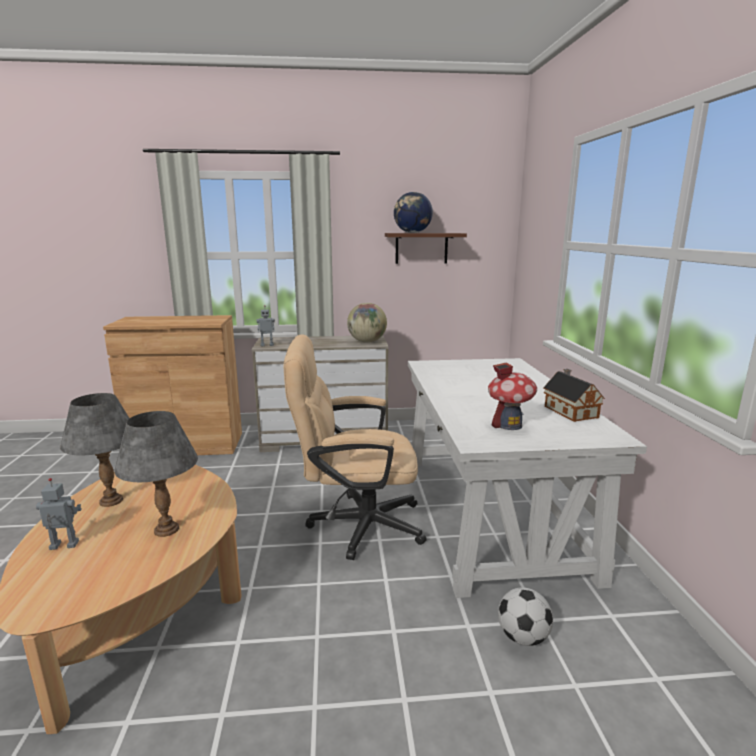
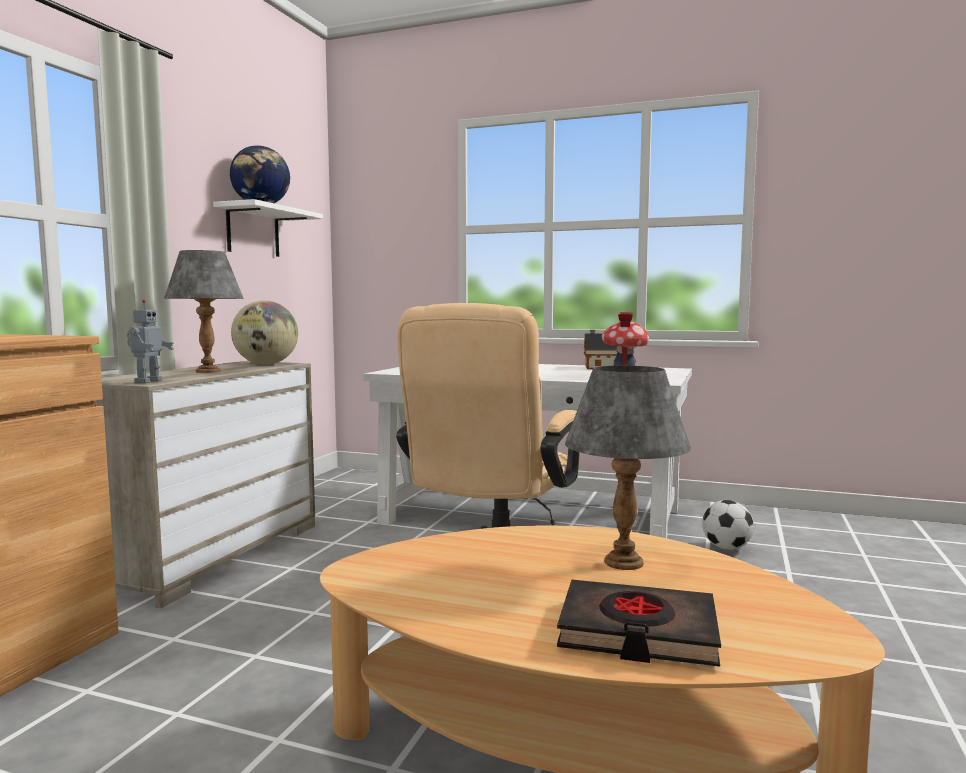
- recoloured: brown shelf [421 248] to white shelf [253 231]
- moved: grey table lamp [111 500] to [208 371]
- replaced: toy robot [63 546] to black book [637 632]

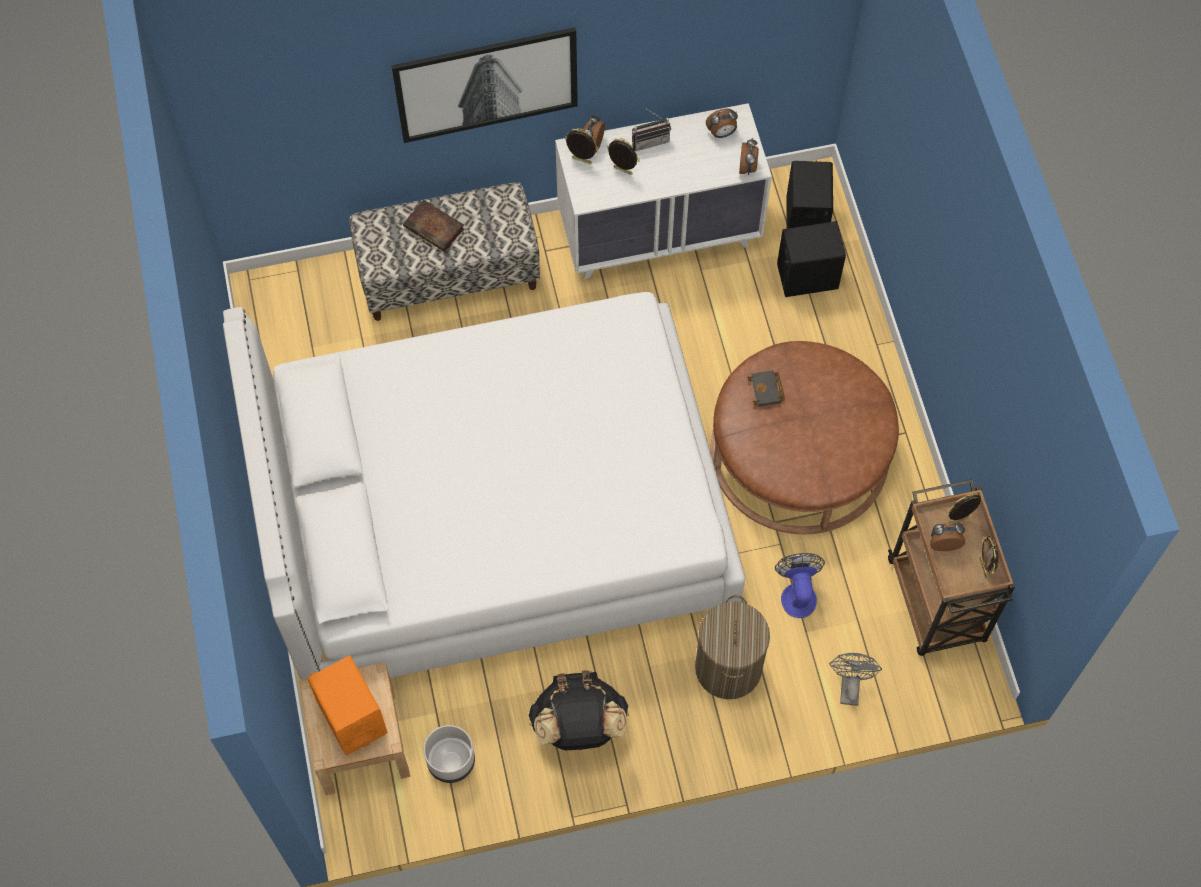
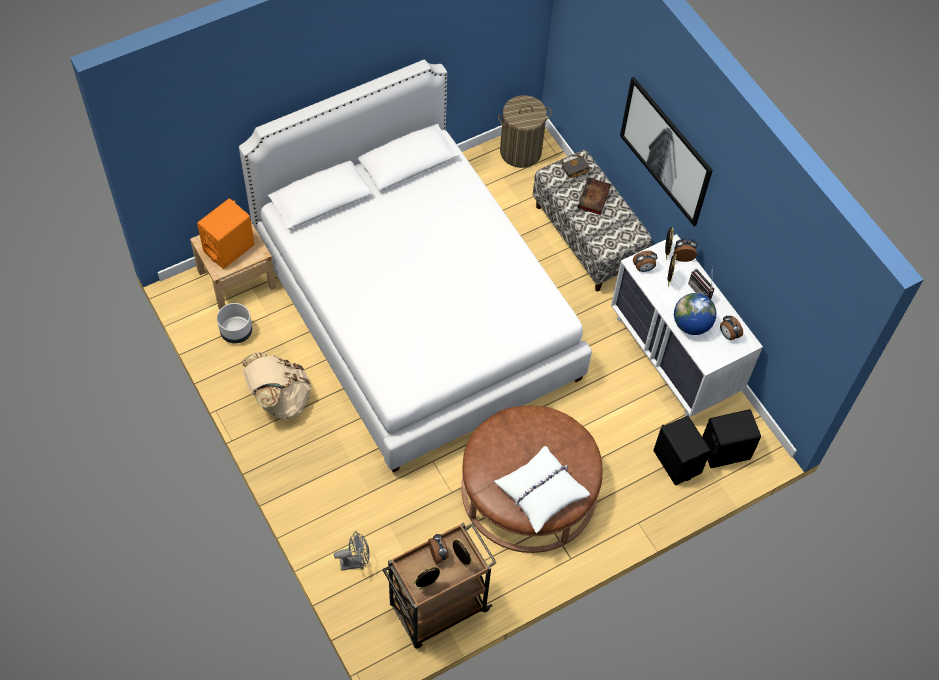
- moved: alarm clock [748 167] to [643 268]
- moved: black book [767 391] to [575 169]
- removed: fan [797 593]
- moved: laundry basket [728 668] to [520 151]
- recoloured: black backpack [579 726] to beige backpack [279 399]
- added: globe [691 324]
- added: white pillow [541 491]

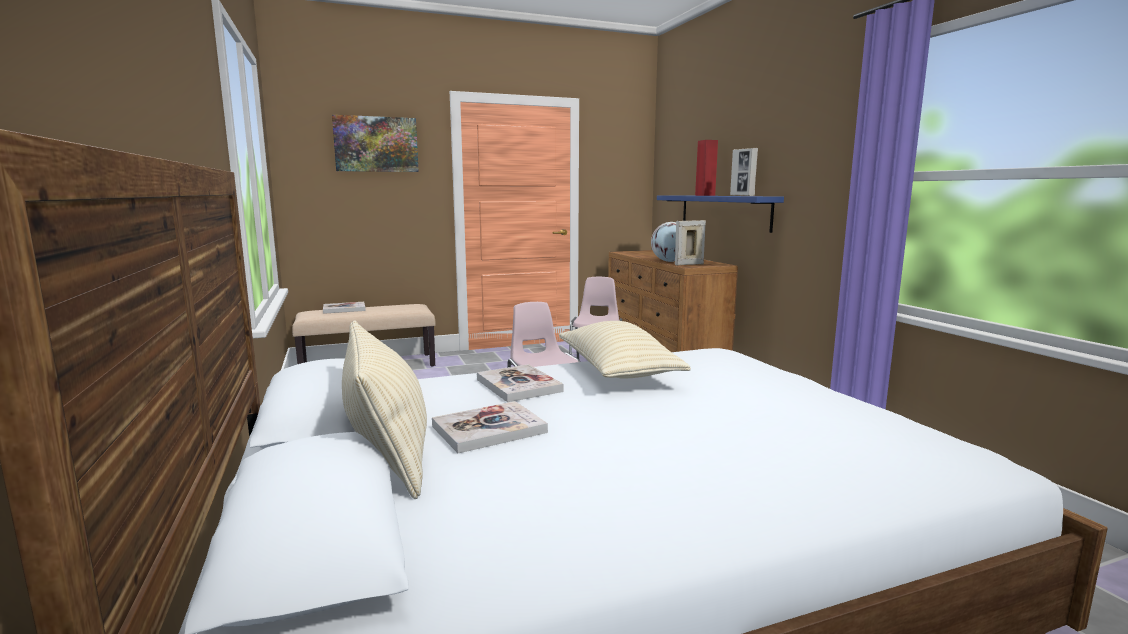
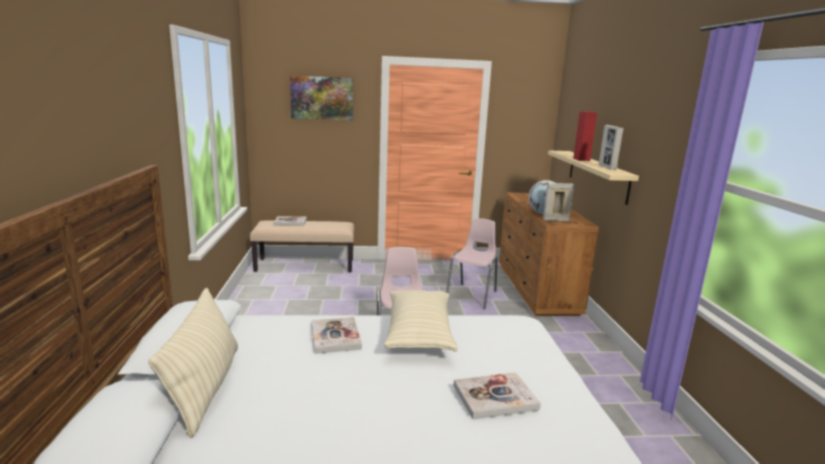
- recoloured: blue shelf [723 212] to beige shelf [597 175]
- moved: book [489 429] to [495 397]

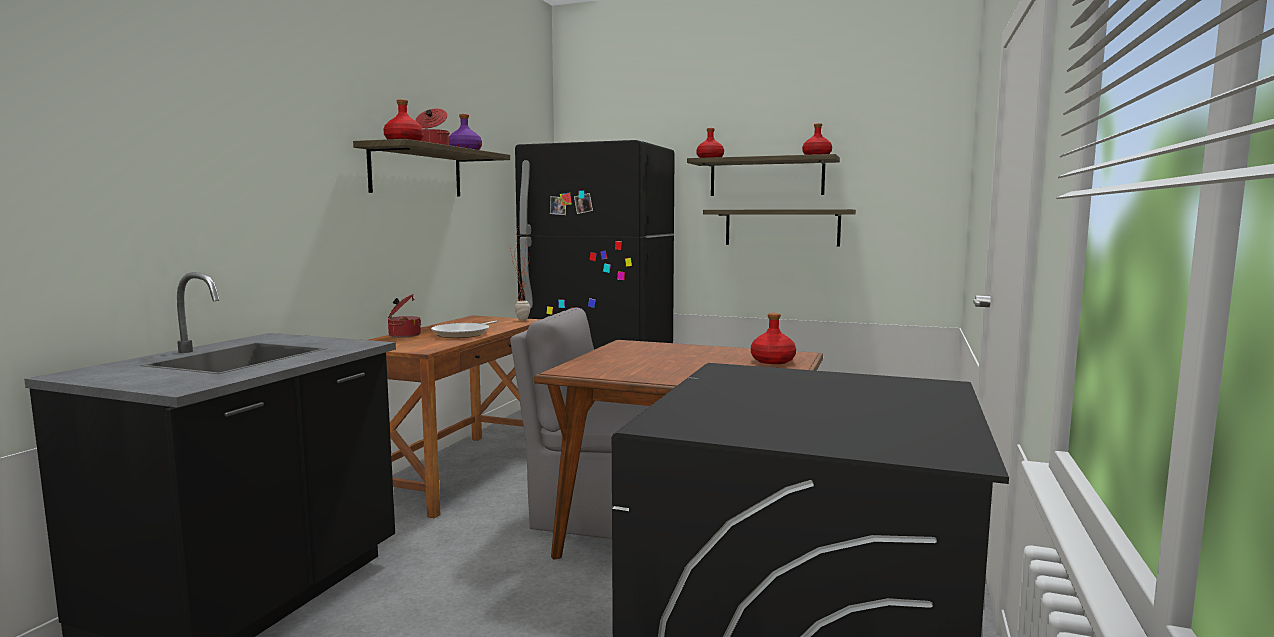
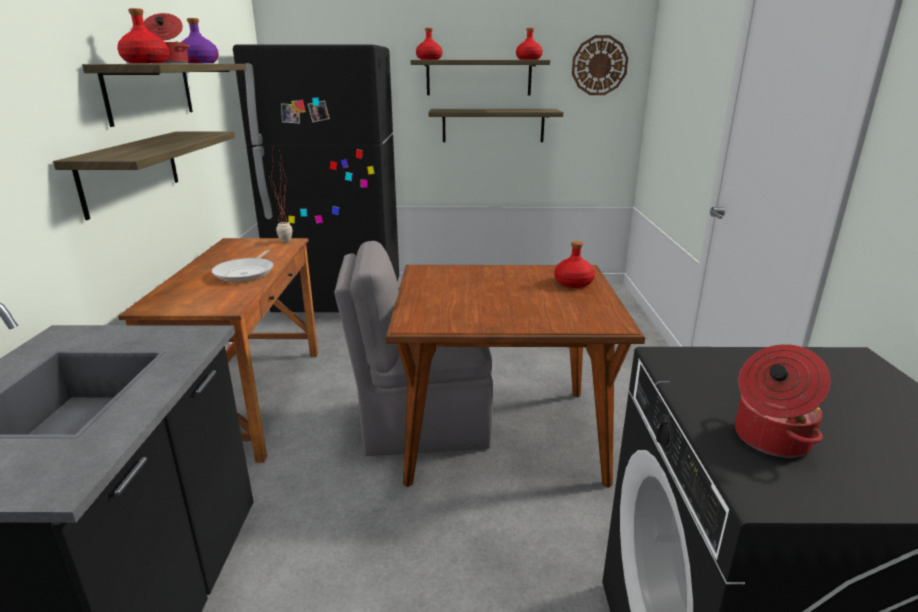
- moved: cooking pot [403 335] to [769 438]
- added: wall clock [599 65]
- added: shelf [131 171]

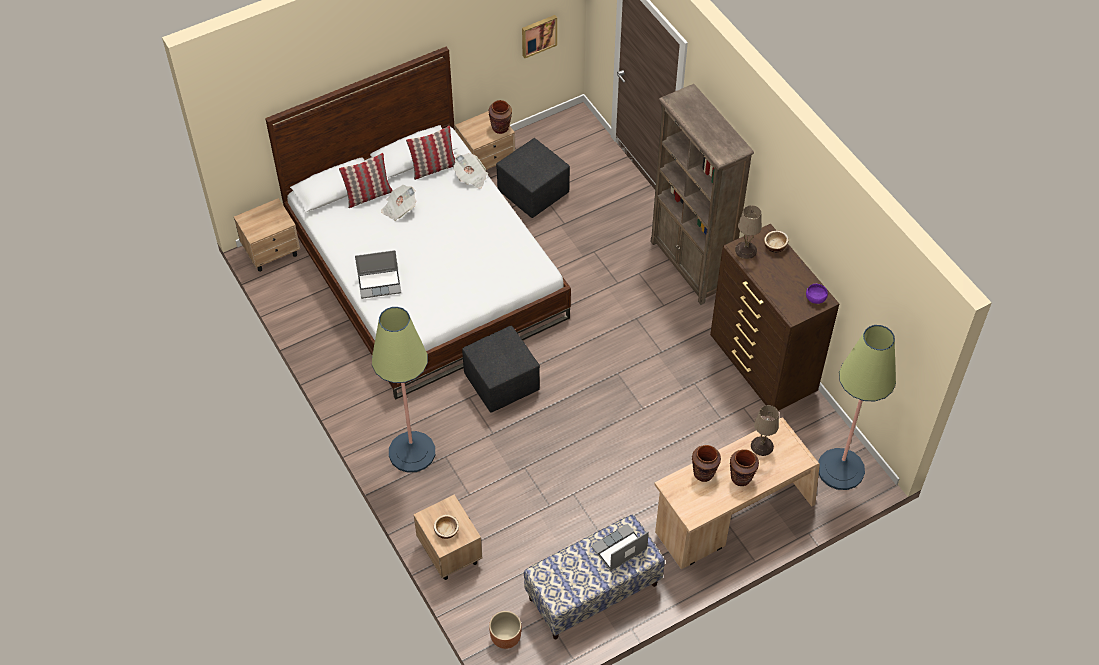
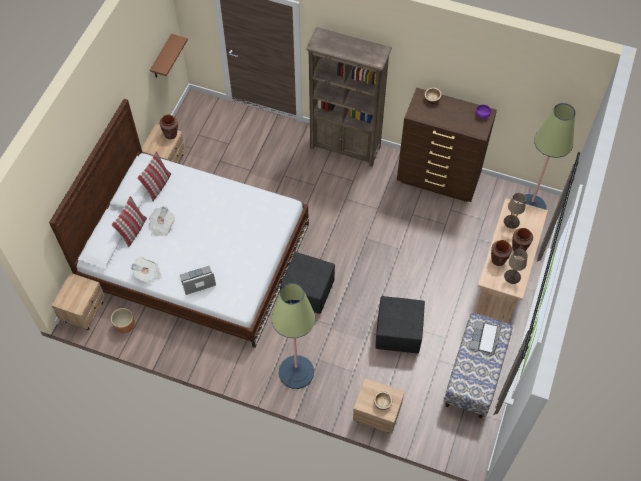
- replaced: picture [538 35] to brown shelf [162 58]
- moved: black ottoman [533 194] to [399 334]
- moved: newspaper [471 177] to [148 274]
- moved: beige table lamp [745 249] to [512 276]
- turned: laptop [380 283] = [197 281] 150 degrees counterclockwise
- moved: brown planter [506 637] to [125 325]

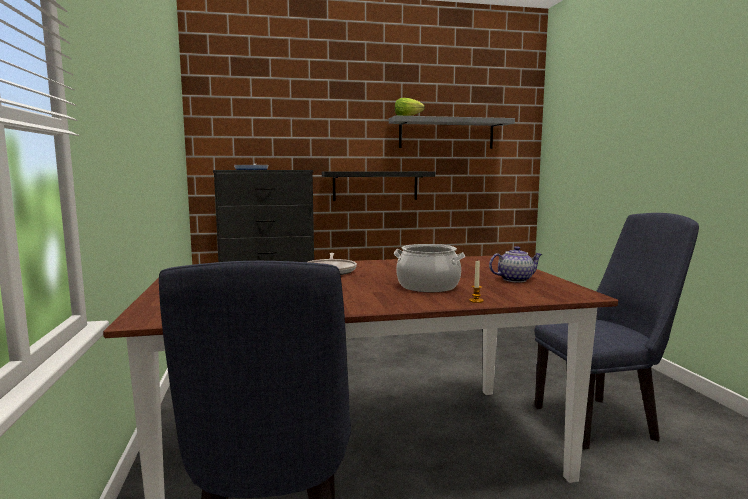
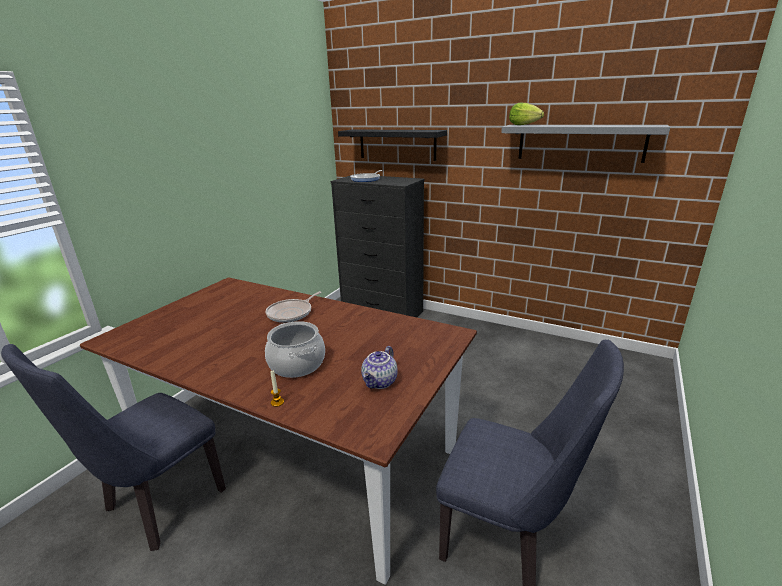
- moved: black shelf [375 185] to [397 144]
- turned: teapot [515 279] = [380 382] 90 degrees clockwise

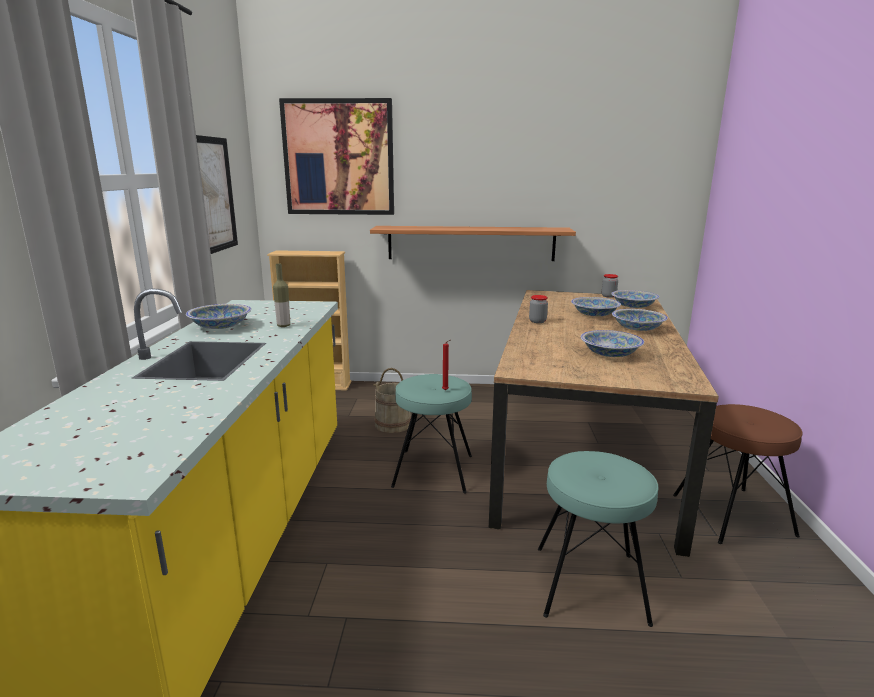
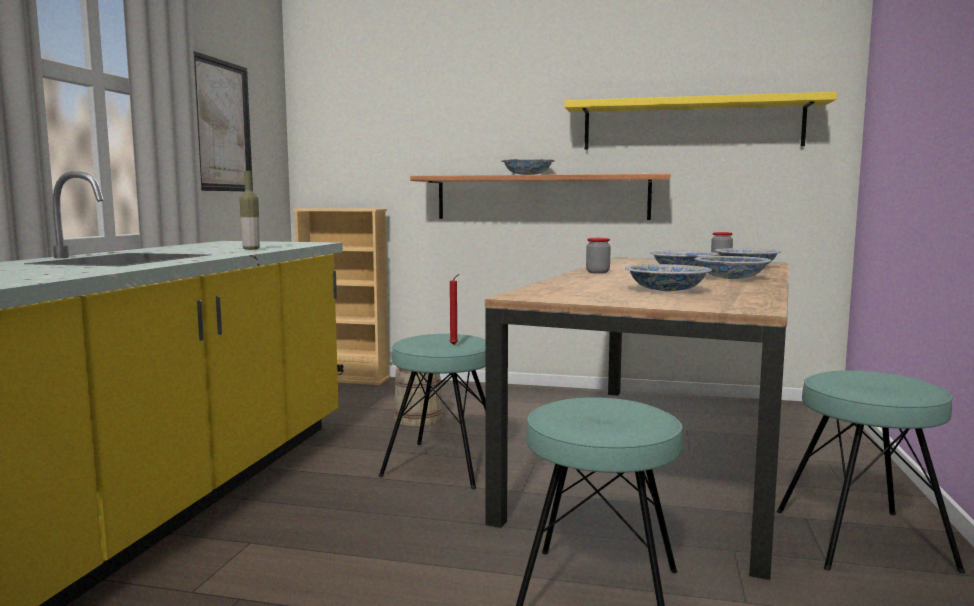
- removed: picture [339 158]
- moved: bowl [220 327] to [527 175]
- recoloured: brown stool [732 515] to turquoise stool [862 539]
- added: yellow shelf [691 124]

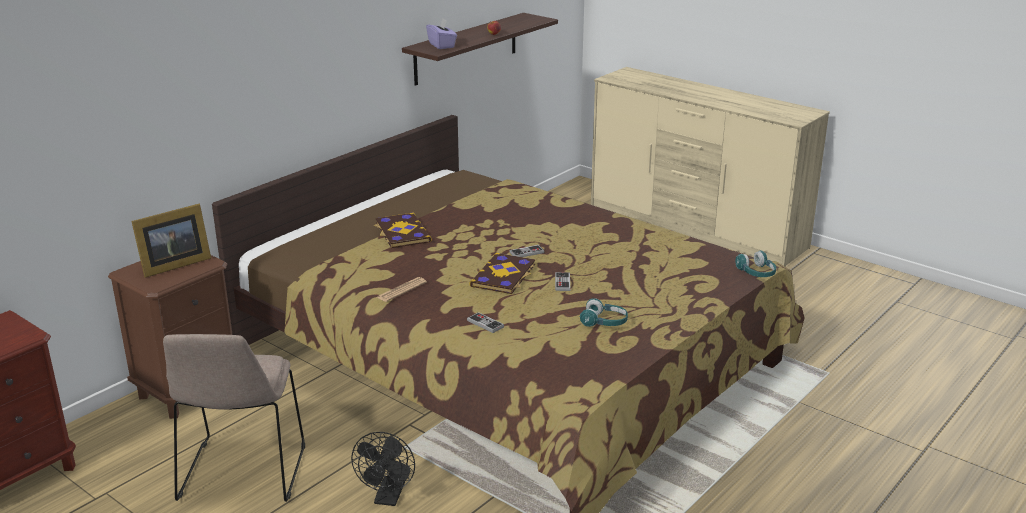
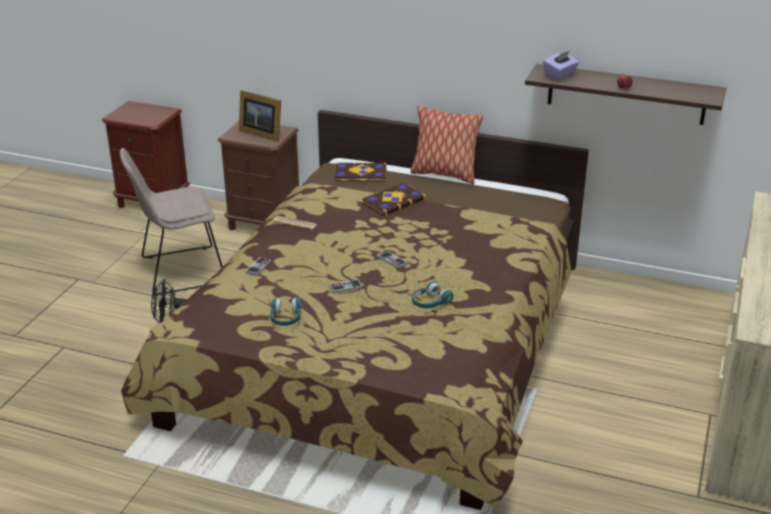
- moved: turquoise headphones [756 273] to [430 303]
- moved: book [504 276] to [360 174]
- added: pillow [444 174]

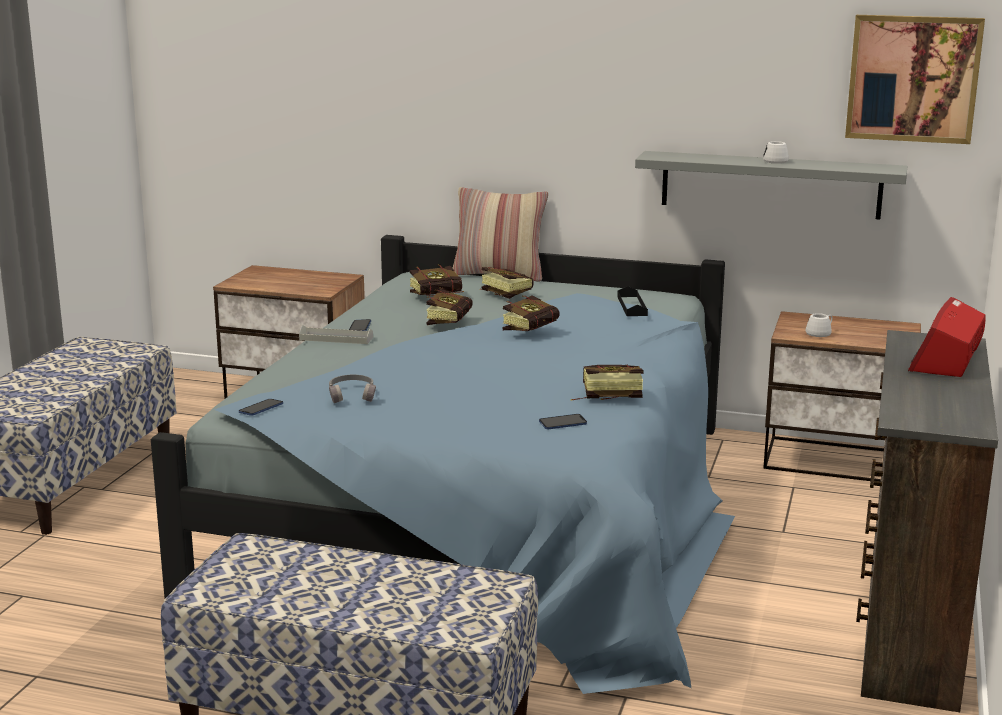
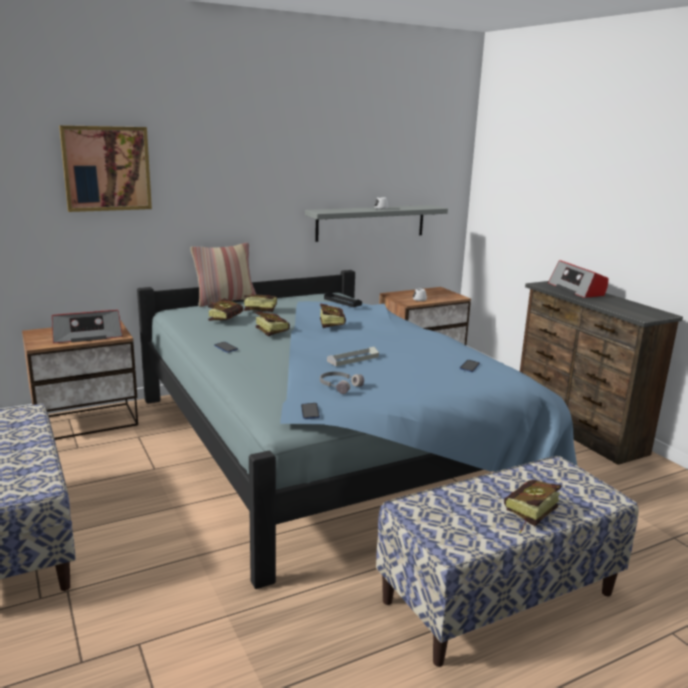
- moved: picture [913 78] to [107 168]
- moved: grey tray [336 338] to [353 359]
- moved: book [605 396] to [527 516]
- added: radio [87 336]

